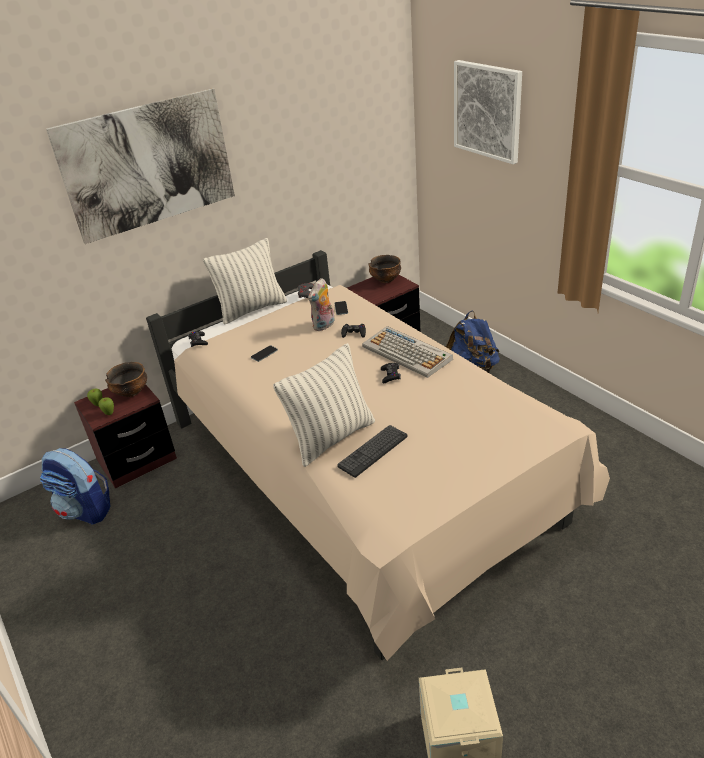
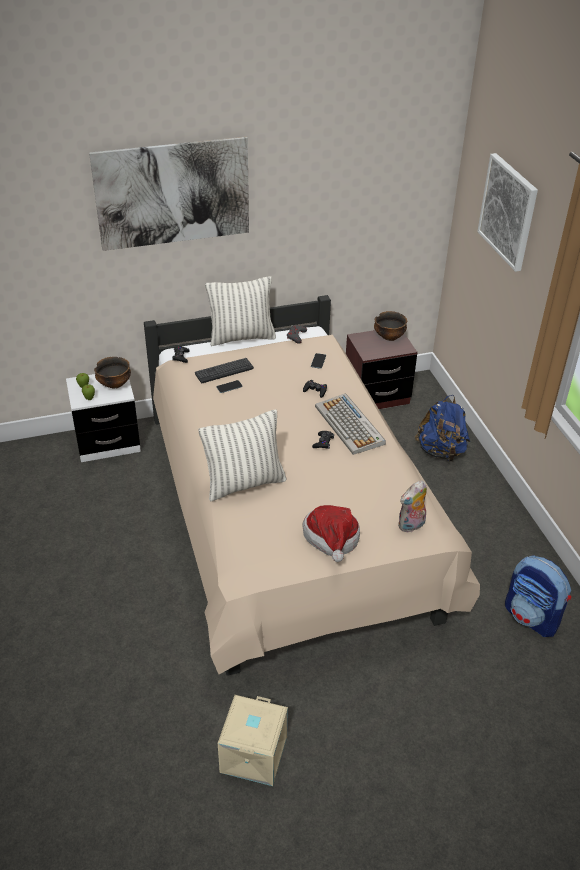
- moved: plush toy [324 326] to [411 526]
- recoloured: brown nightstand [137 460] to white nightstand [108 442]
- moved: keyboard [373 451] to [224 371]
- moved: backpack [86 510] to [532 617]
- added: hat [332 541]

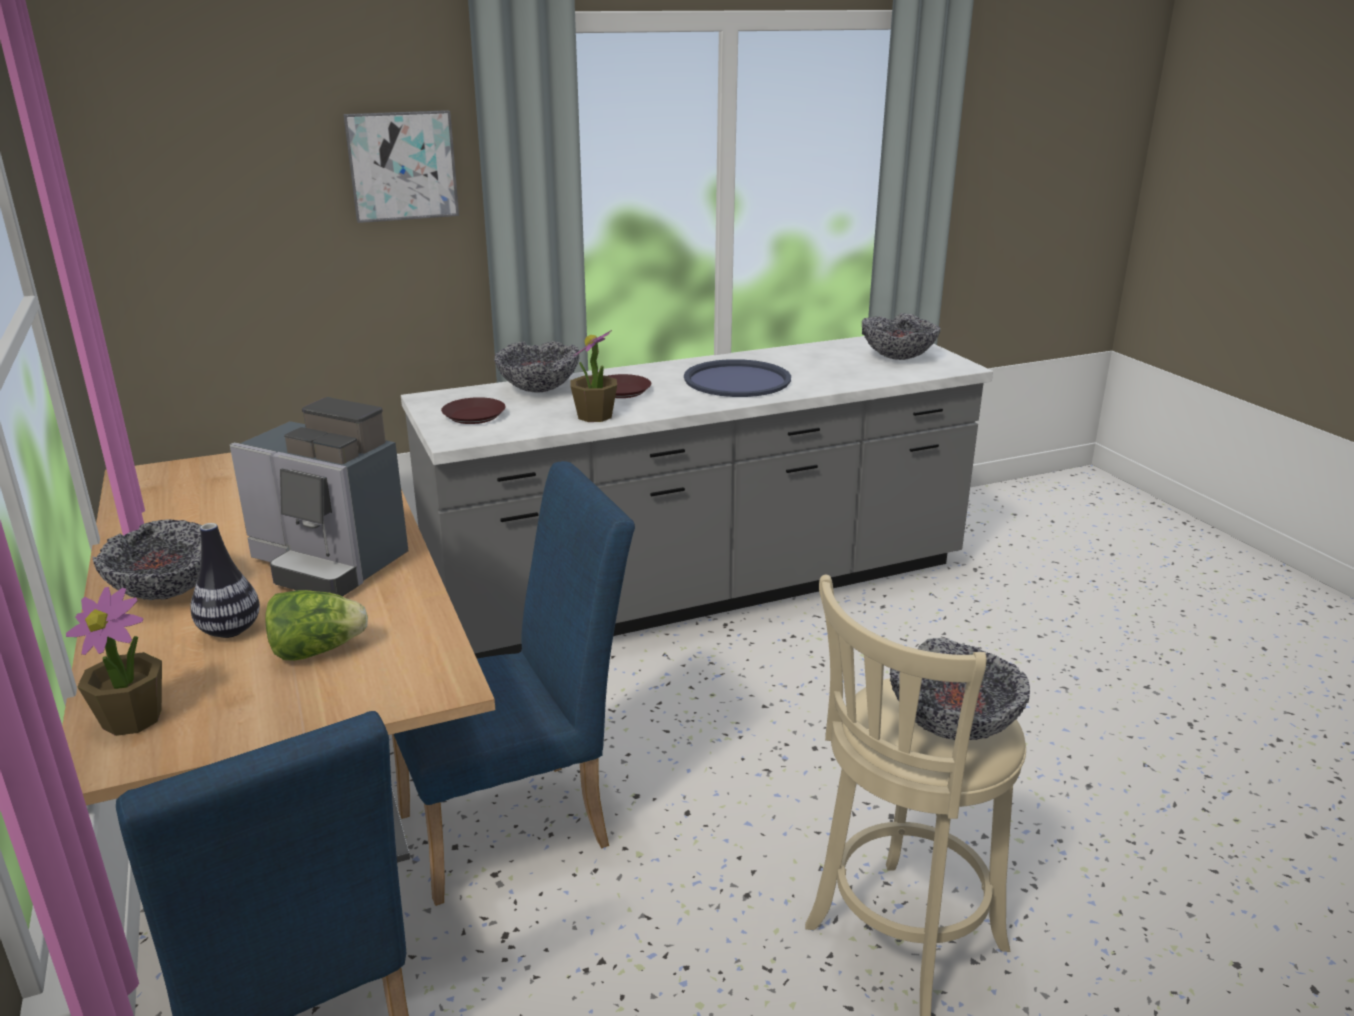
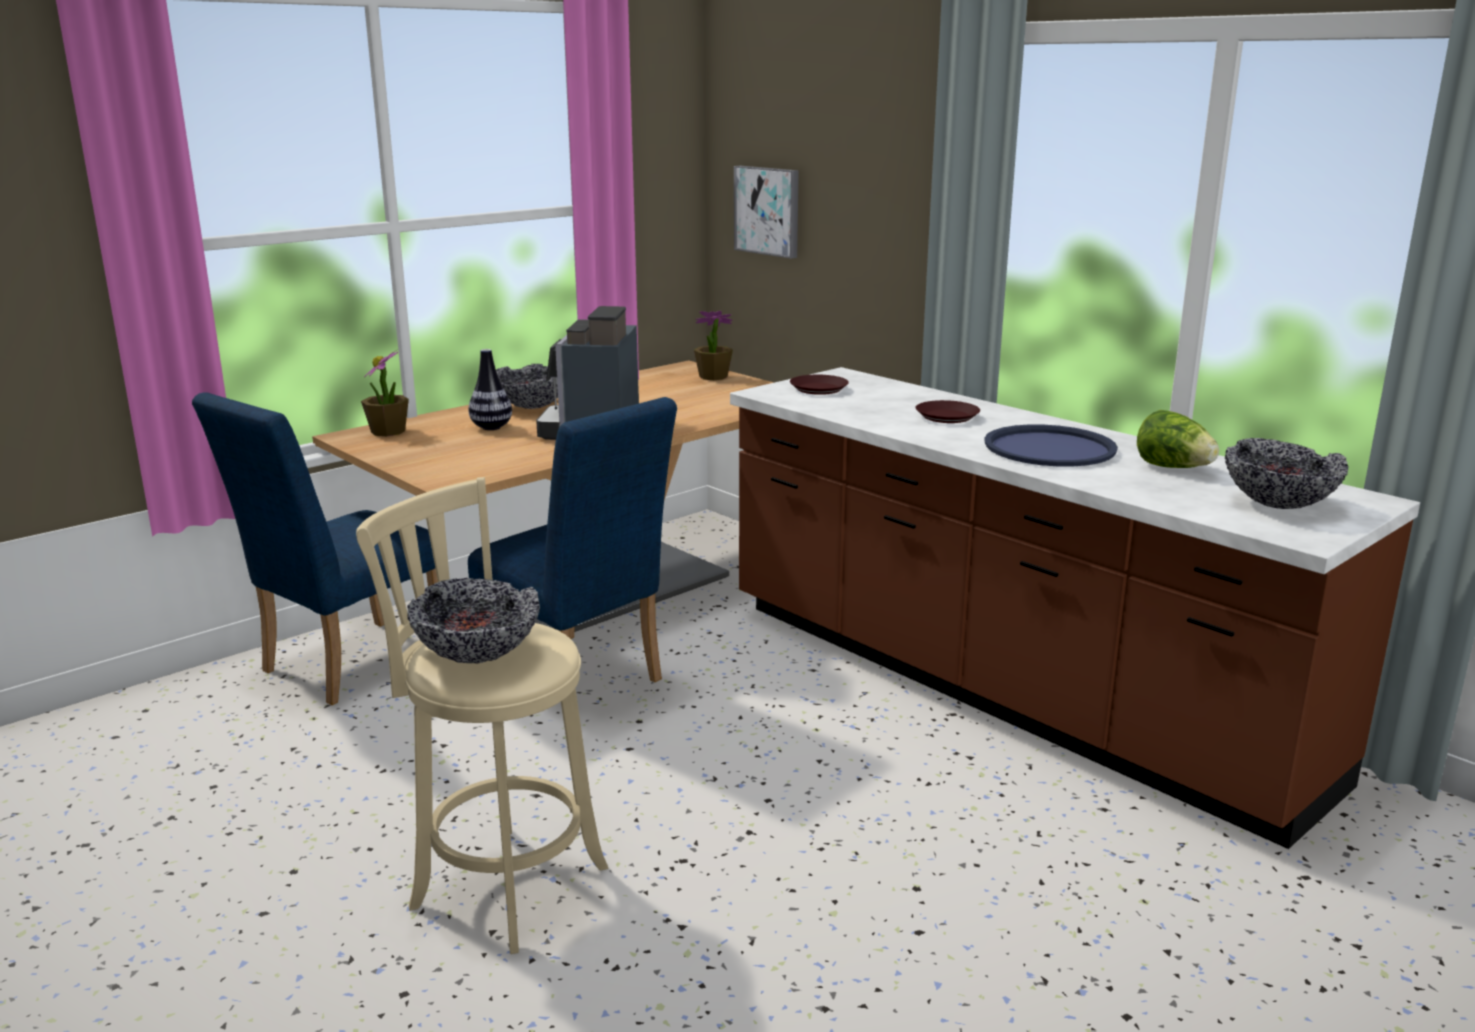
- moved: picture [402 165] to [768 211]
- moved: potted plant [594 416] to [713 377]
- recoloured: grey counter [703 593] to brown counter [1003 691]
- removed: bowl [538 389]
- moved: lettuce [317 651] to [1173 468]

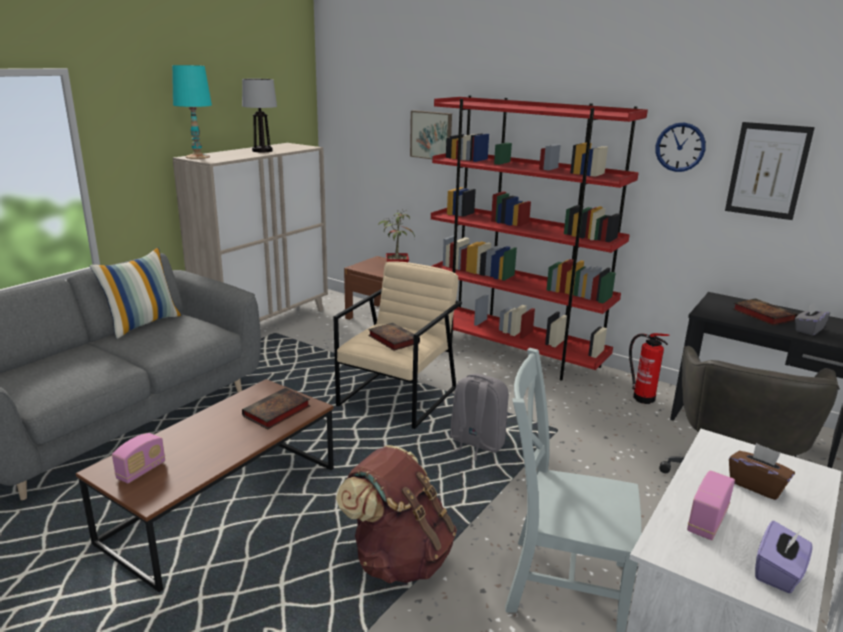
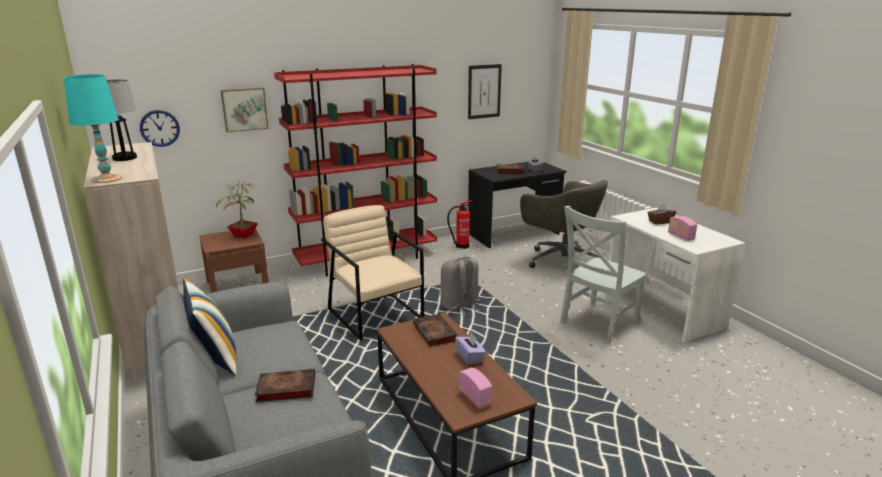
- moved: wall clock [680 147] to [160 128]
- moved: book [392 339] to [284 389]
- removed: brown backpack [399 558]
- moved: purple tissue box [779 572] to [470 357]

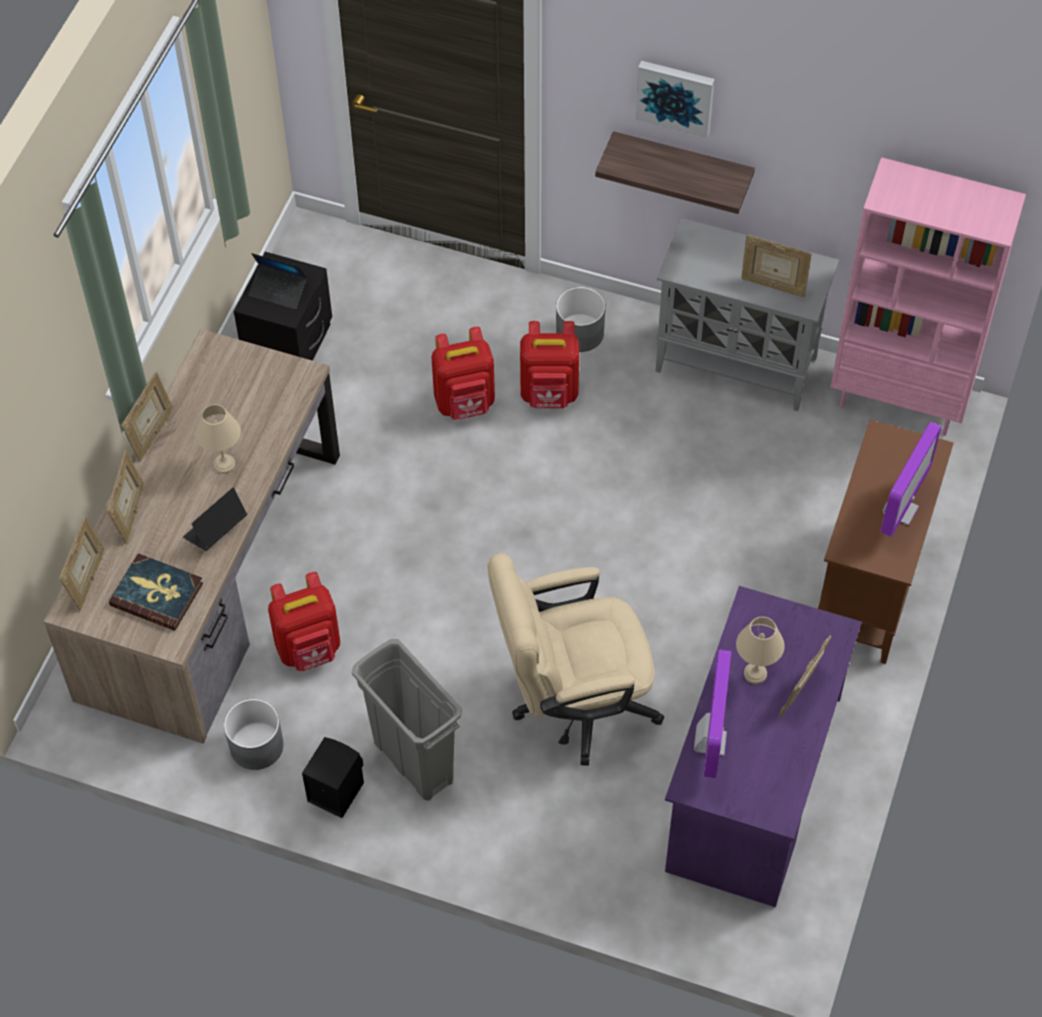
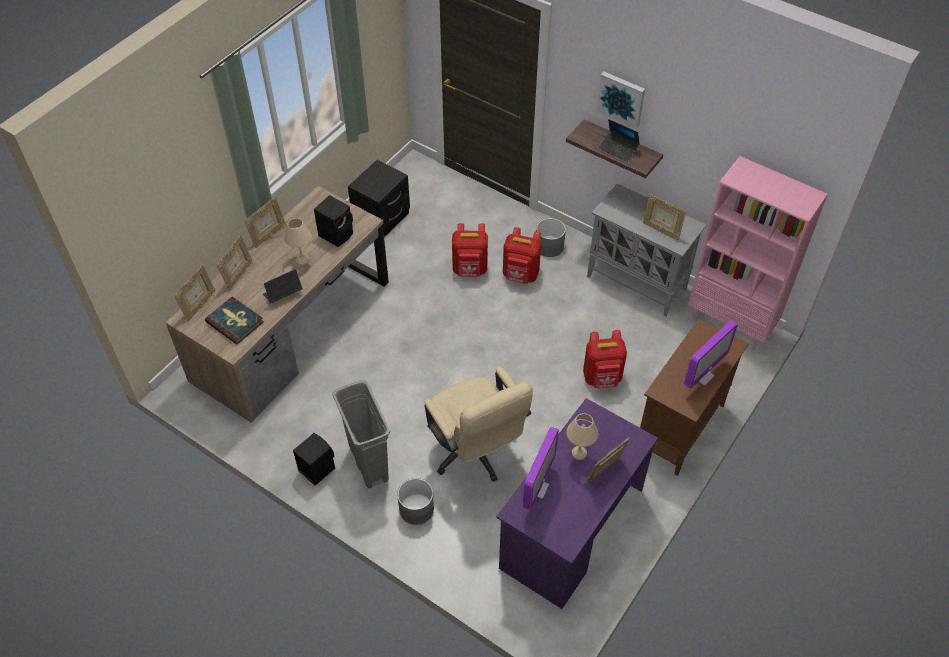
- moved: laptop [278 290] to [618 149]
- turned: beige office chair [572 703] = [475 452] 120 degrees counterclockwise
- moved: red backpack [309 649] to [602 378]
- moved: grey planter [256 746] to [416 509]
- added: black speaker [337 234]

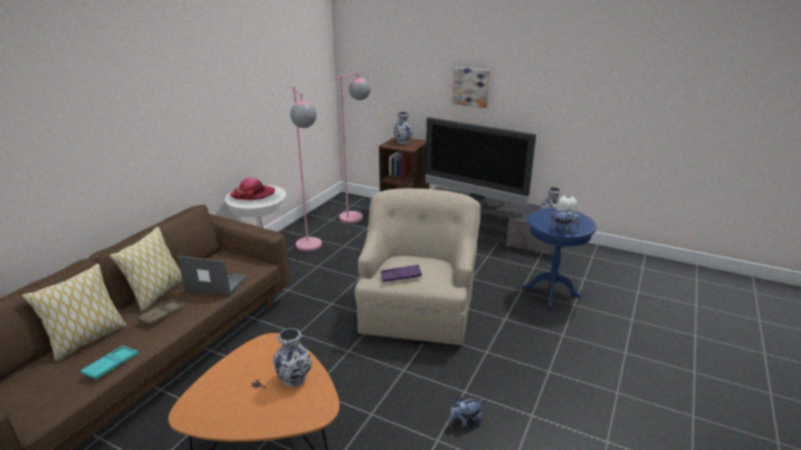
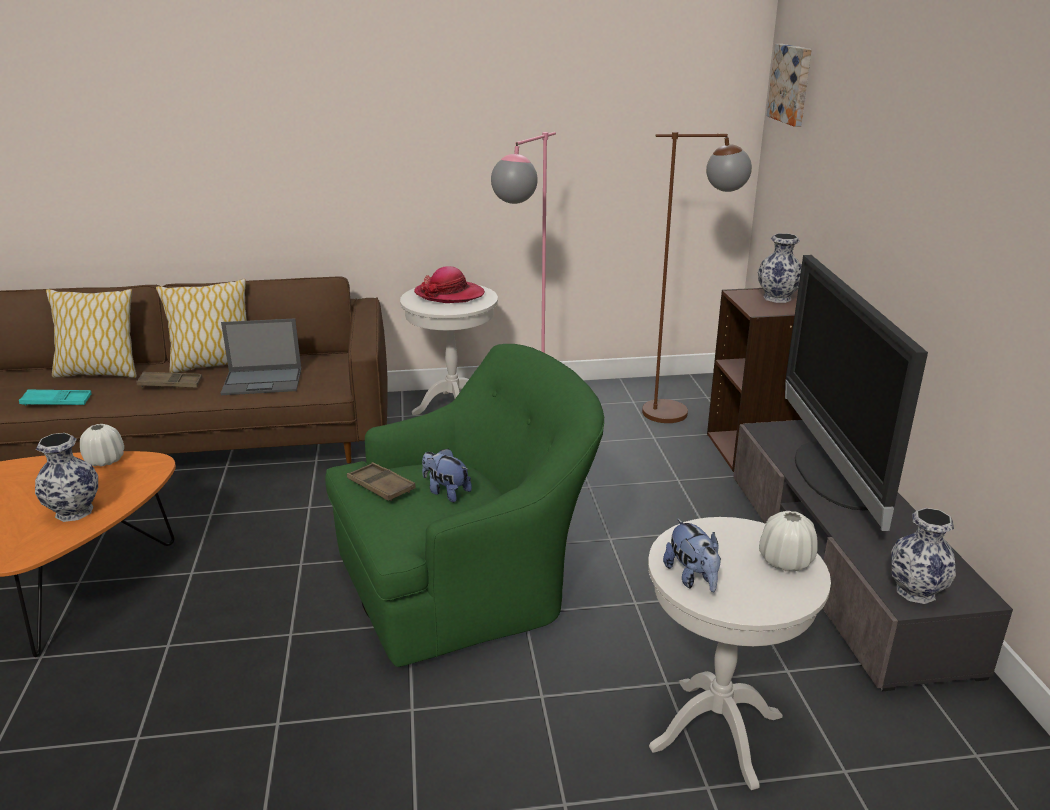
- moved: picture [471 86] to [792 84]
- recoloured: pink floor lamp [356 215] to brown floor lamp [681 412]
- recoloured: beige armchair [417 309] to green armchair [468 582]
- recoloured: blue side table [551 292] to white side table [716 732]
- turned: laptop [215 283] = [263 381] 105 degrees clockwise
- recoloured: purple tray [401 276] to brown tray [381 486]
- moved: plush toy [465 421] to [446 492]
- added: white vase [105 460]

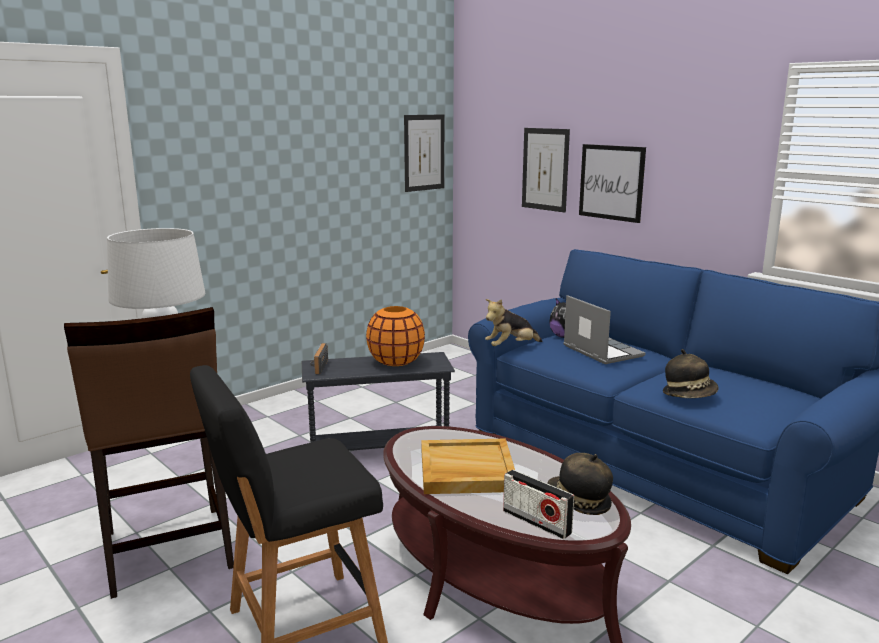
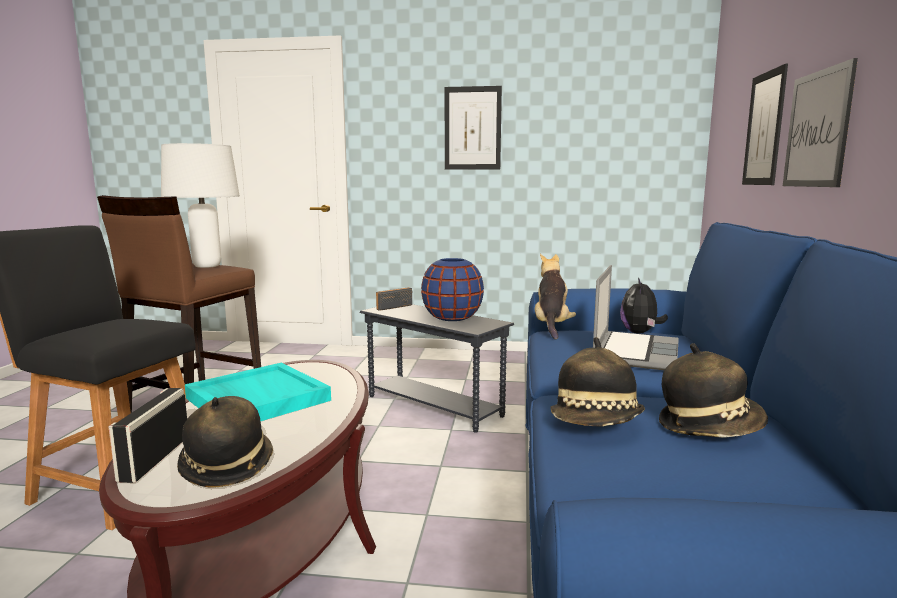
- moved: picture [424 152] to [472 128]
- turned: plush toy [511 347] = [551 326] 75 degrees clockwise
- recoloured: orange vase [396 362] to blue vase [452 318]
- recoloured: beige tray [466 470] to turquoise tray [256 399]
- added: hat [709 427]

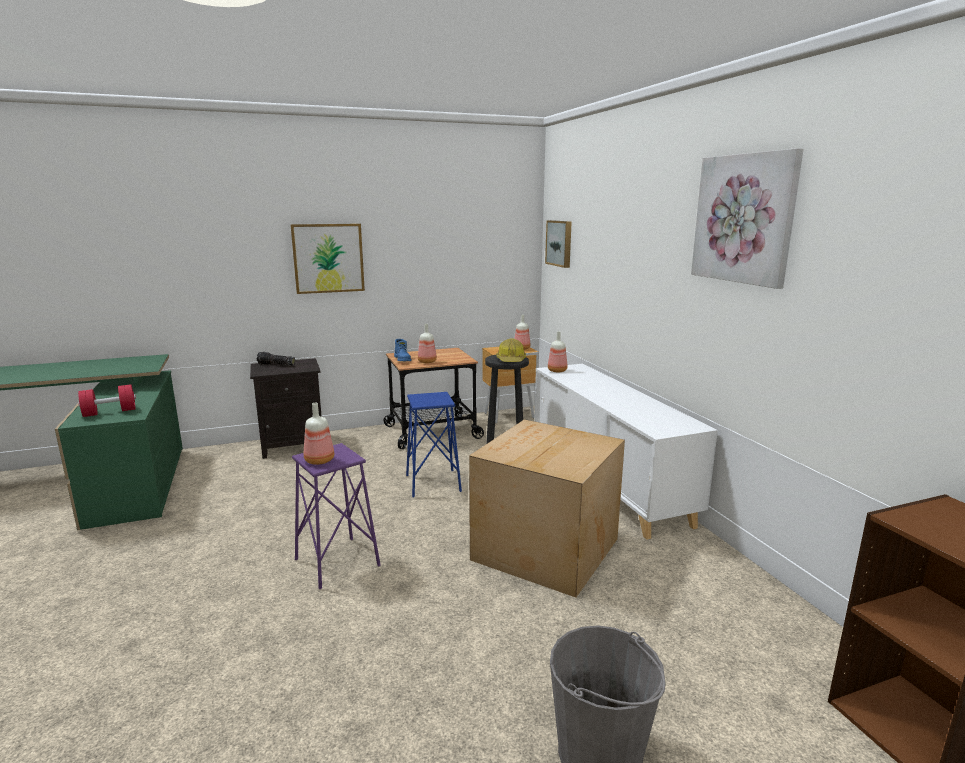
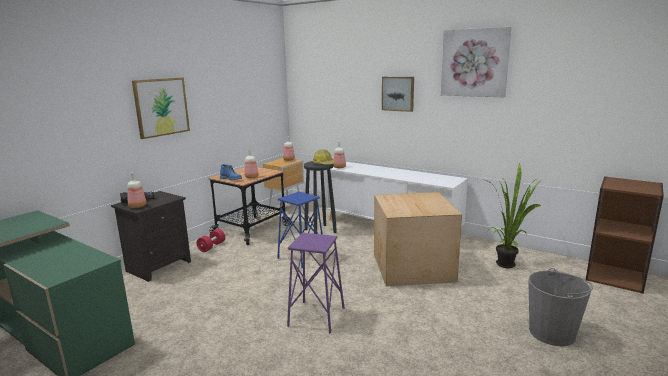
- moved: picture [560 243] to [398 93]
- moved: red dumbbell [110 412] to [211 247]
- moved: bottle [320 461] to [138 206]
- added: potted plant [508 263]

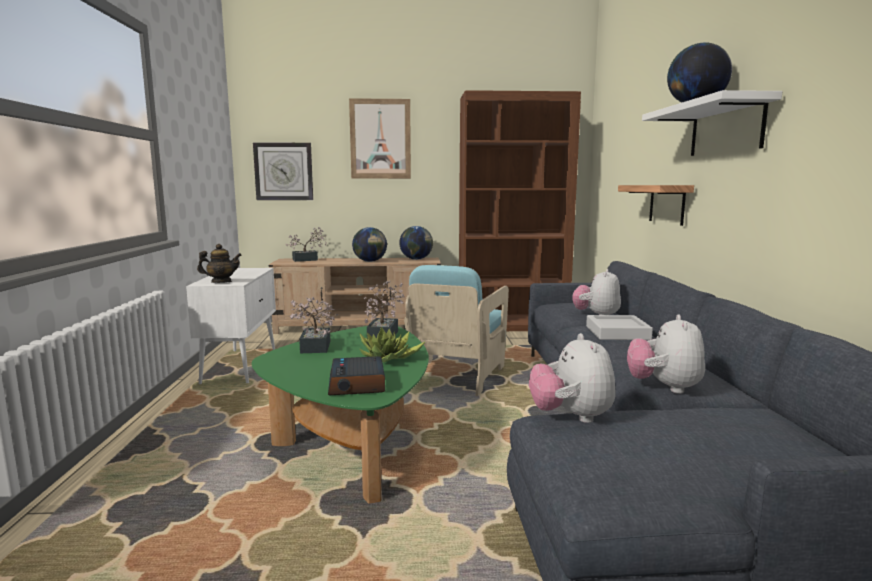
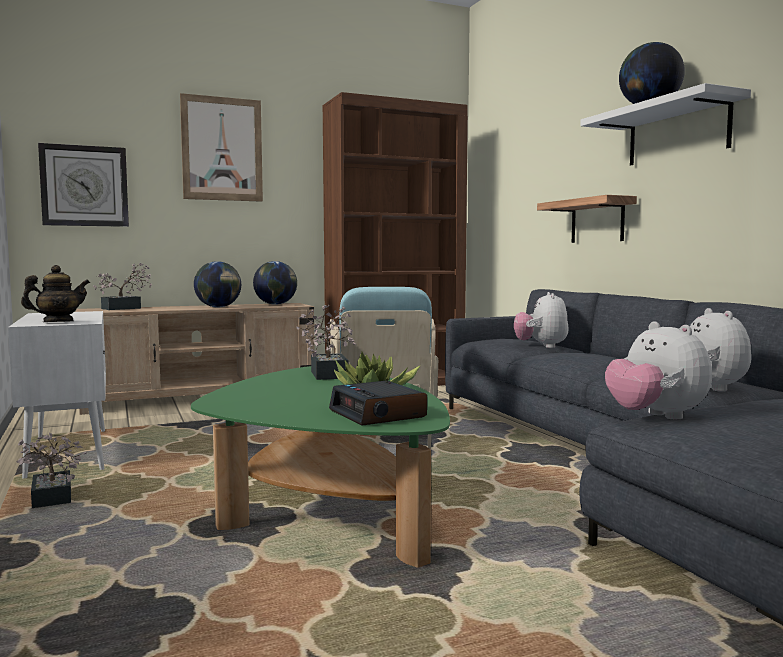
- moved: potted plant [314 348] to [51 501]
- removed: grey tray [617 333]

